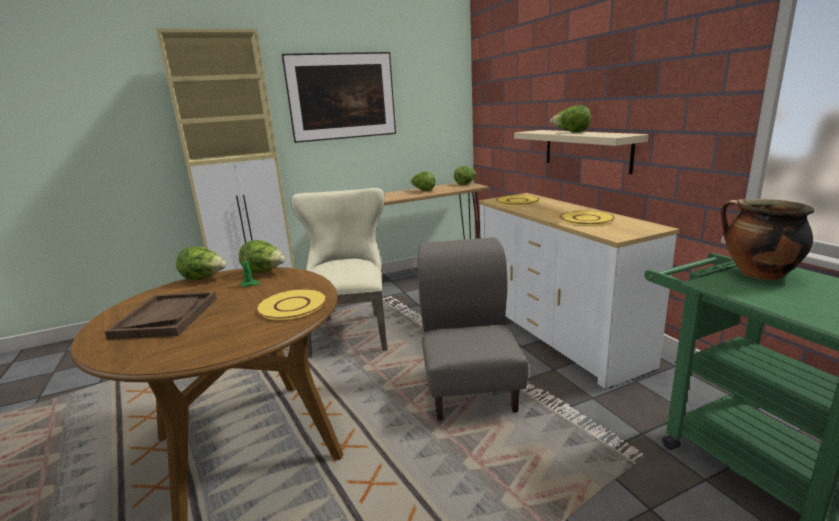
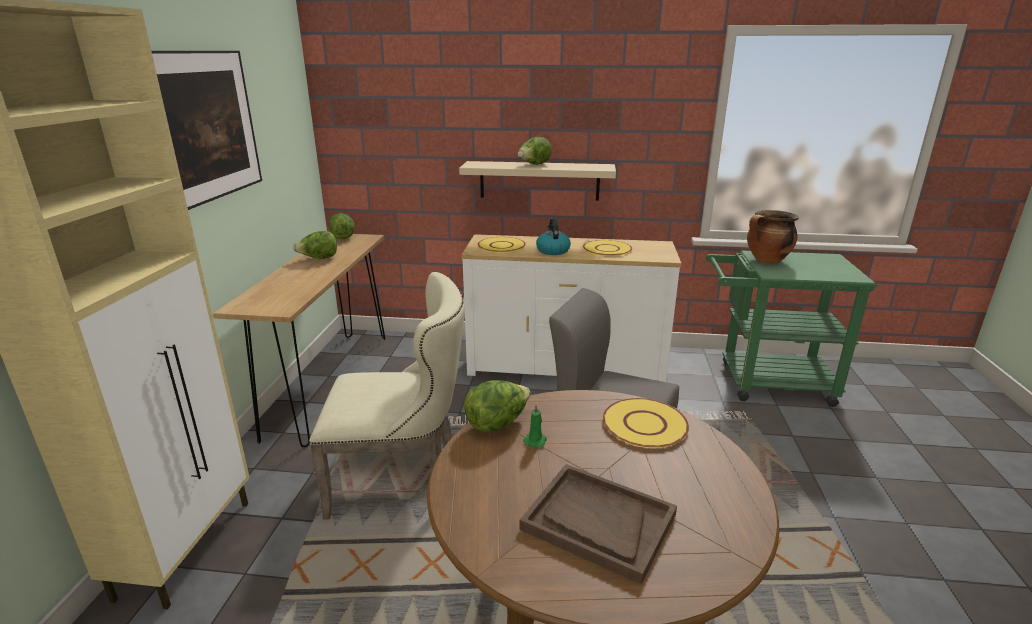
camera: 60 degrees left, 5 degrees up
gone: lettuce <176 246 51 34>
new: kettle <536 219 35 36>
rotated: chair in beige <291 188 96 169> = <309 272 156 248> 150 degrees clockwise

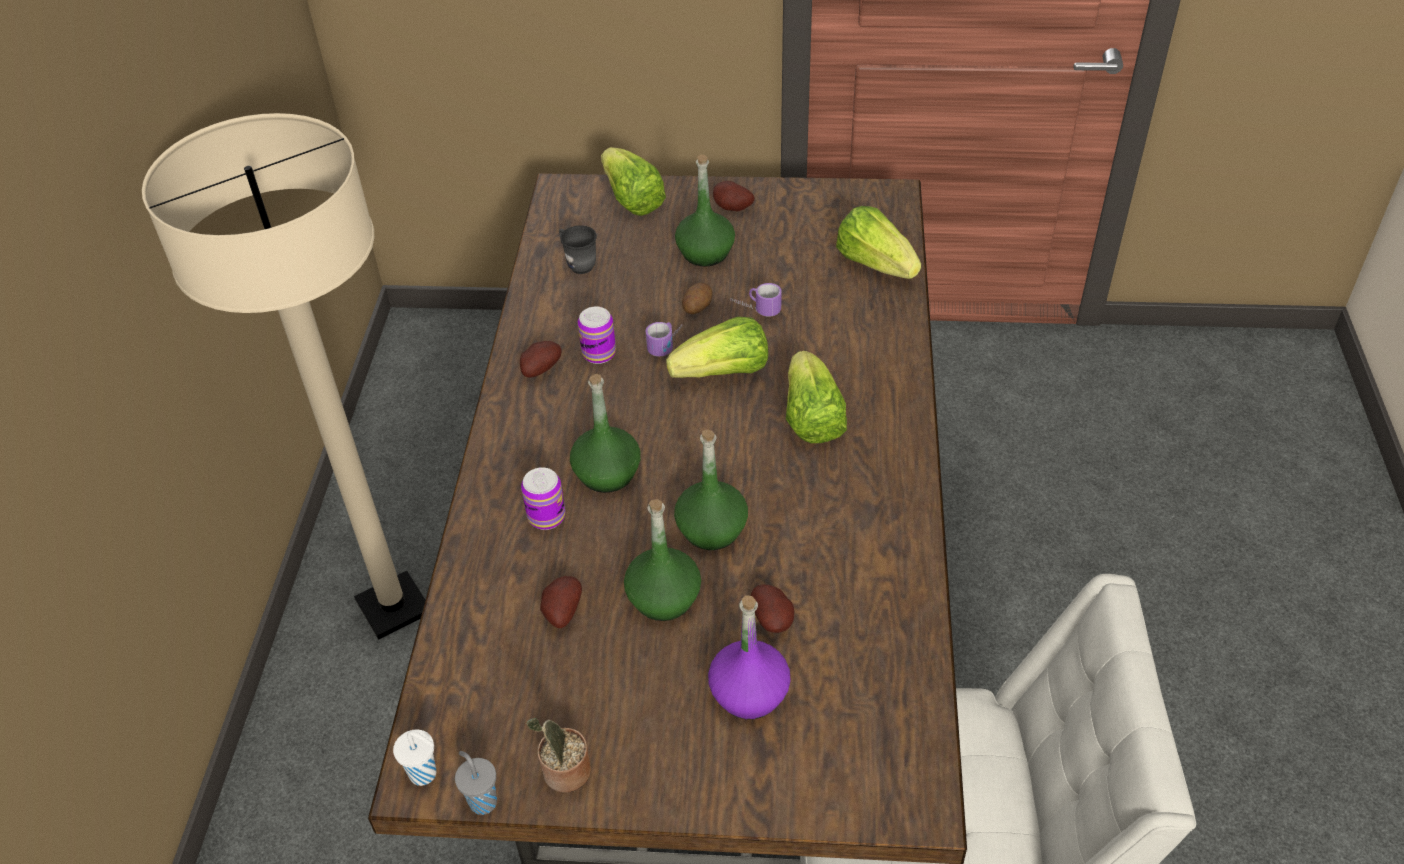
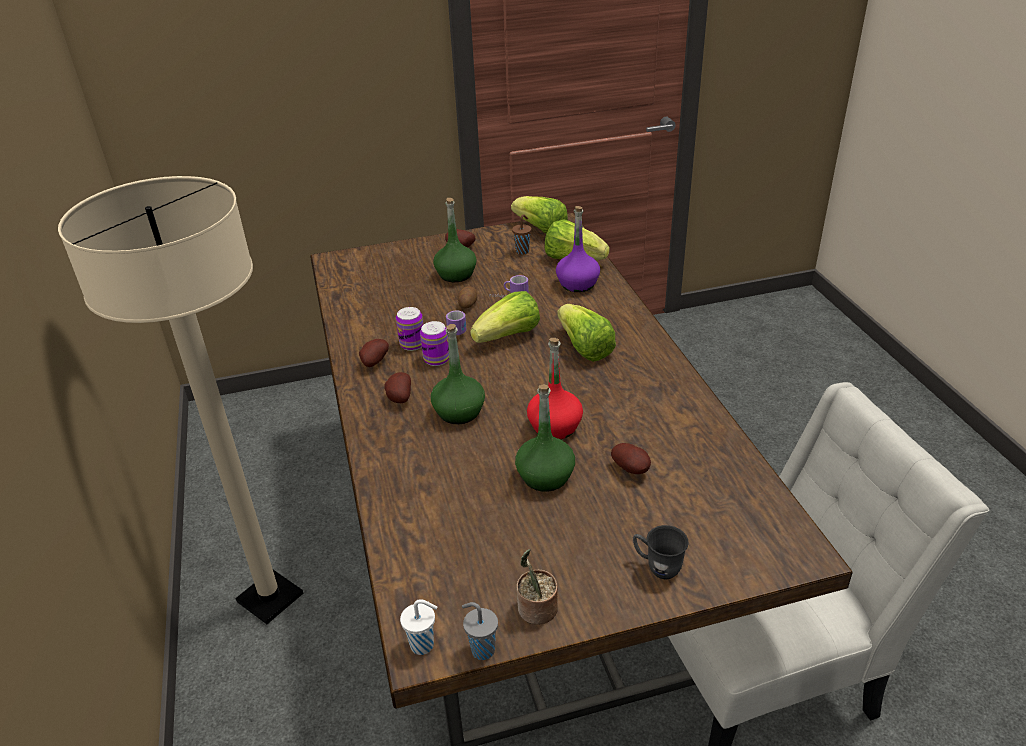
camera: 20 degrees left, 10 degrees down
new: cup in brown <512 214 19 41>
shifted: lettuce <601 147 65 69> to <511 196 57 37>; mug in grey <559 225 38 49> to <633 525 56 54>; can <521 467 44 63> to <420 321 29 45>; potato <540 576 42 52> to <384 372 27 31>; bottle in purple <708 595 83 124> to <556 206 44 86>
repainted: bottle in green <674 429 74 121> to bottle in red <527 338 56 101>

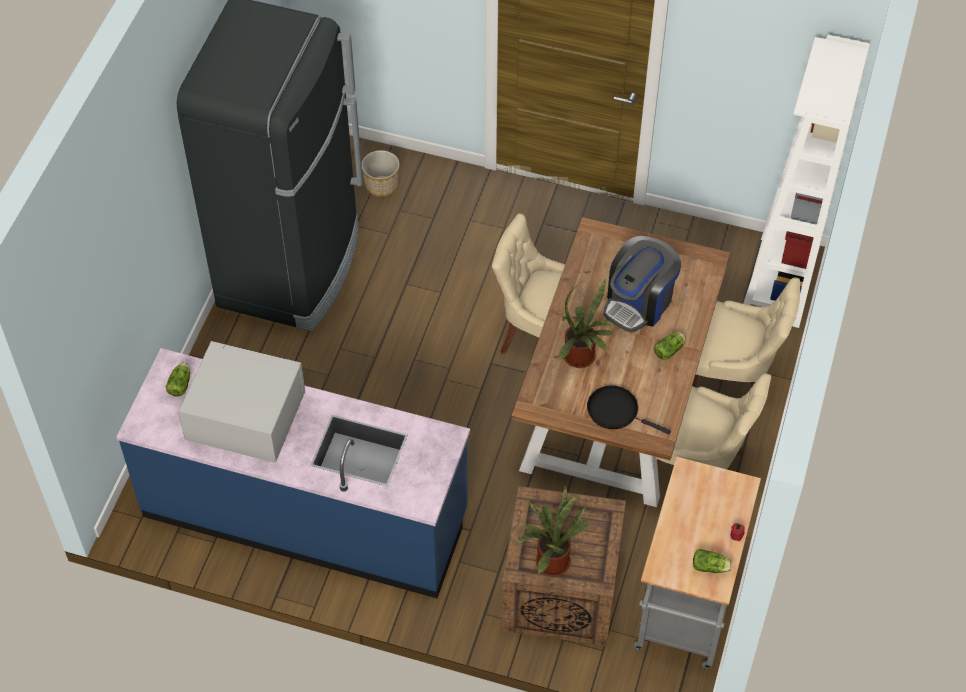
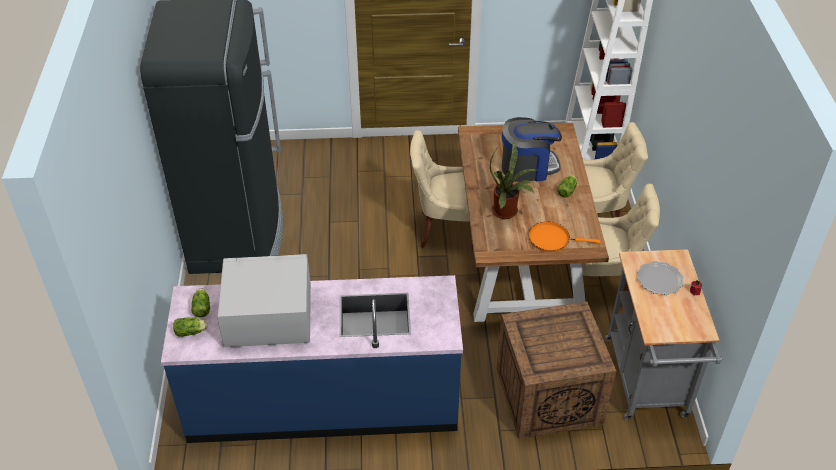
camera: 20 degrees left, 10 degrees down
gone: planter <362 150 37 47>; potted plant <514 486 77 91>
new: plate <638 261 45 34>
shifted: lettuce <693 549 39 24> to <173 318 34 19>
repainted: frying pan in black <587 385 84 50> to frying pan in orange <529 222 71 30>
rotated: coffee machine <603 236 78 96> = <502 117 60 65> 120 degrees counterclockwise

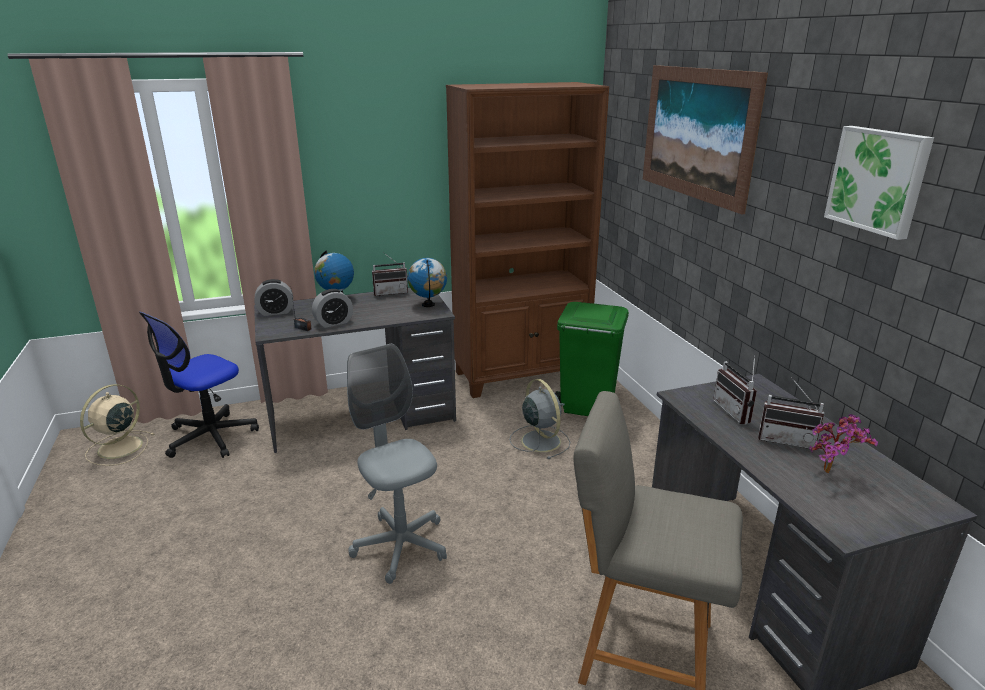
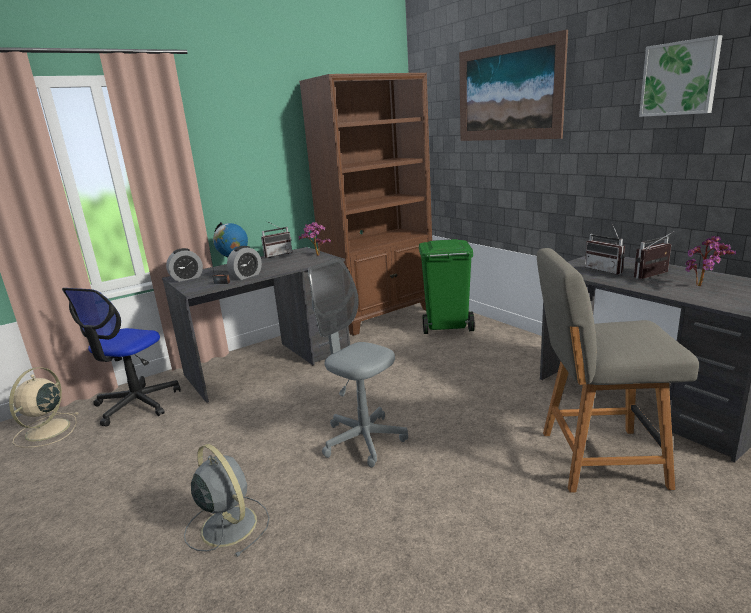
camera: 15 degrees left, 5 degrees down
shifted: fan in grey <510 379 60 80> to <184 444 86 113>
swapped: globe <407 258 40 49> to potted plant <299 222 32 34>
rotated: radio <758 377 66 72> = <634 231 40 48> 150 degrees clockwise

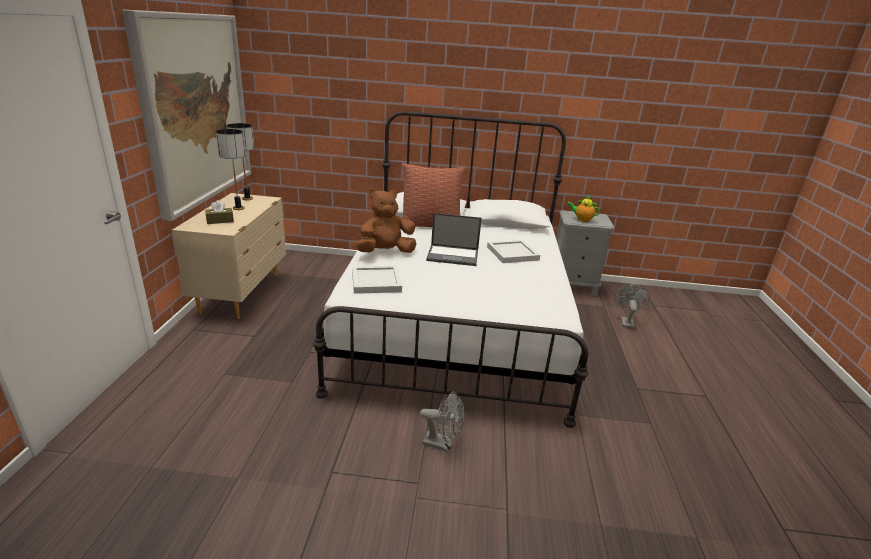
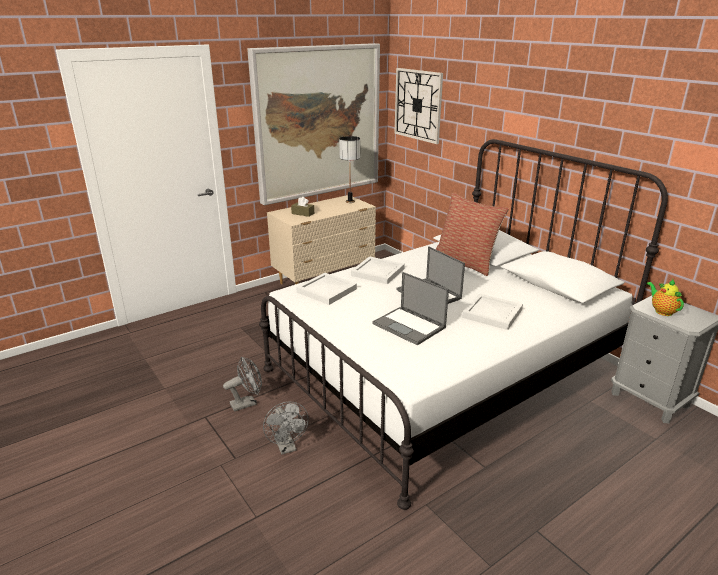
camera: 50 degrees right, 0 degrees up
gone: table lamp <216 129 30 81>
new: wall clock <394 68 49 76>; laptop <372 272 77 73>
shifted: fan in grey <615 284 35 45> to <223 357 39 55>
swapped: plush toy in brown <356 189 60 64> to tray in white <351 256 54 28>

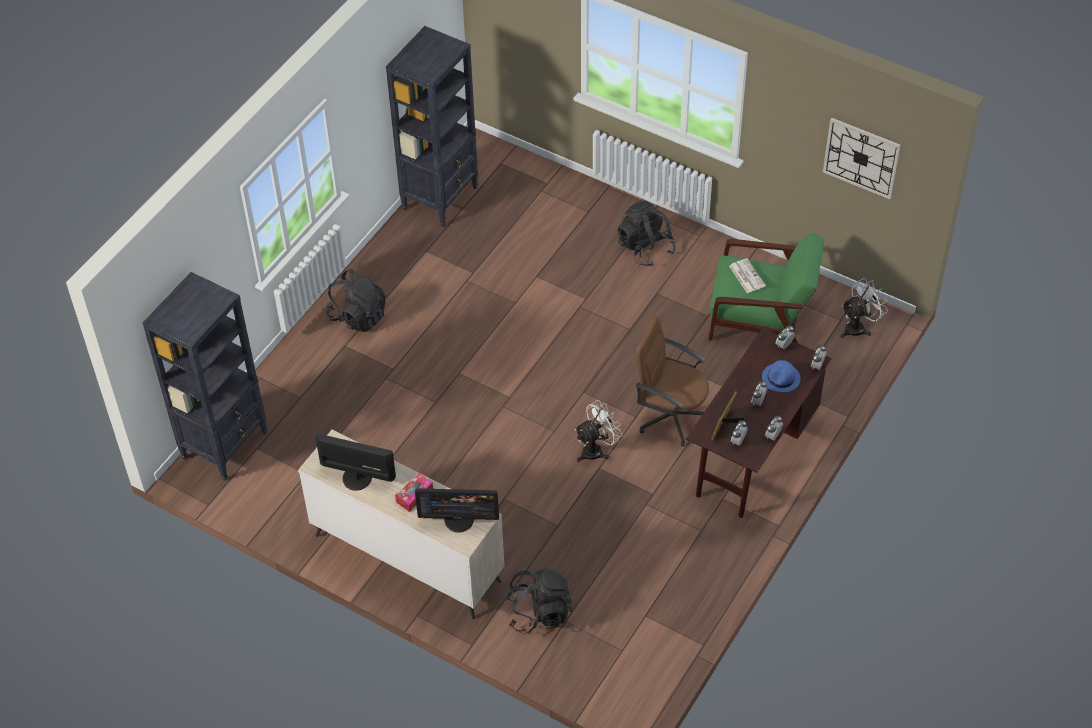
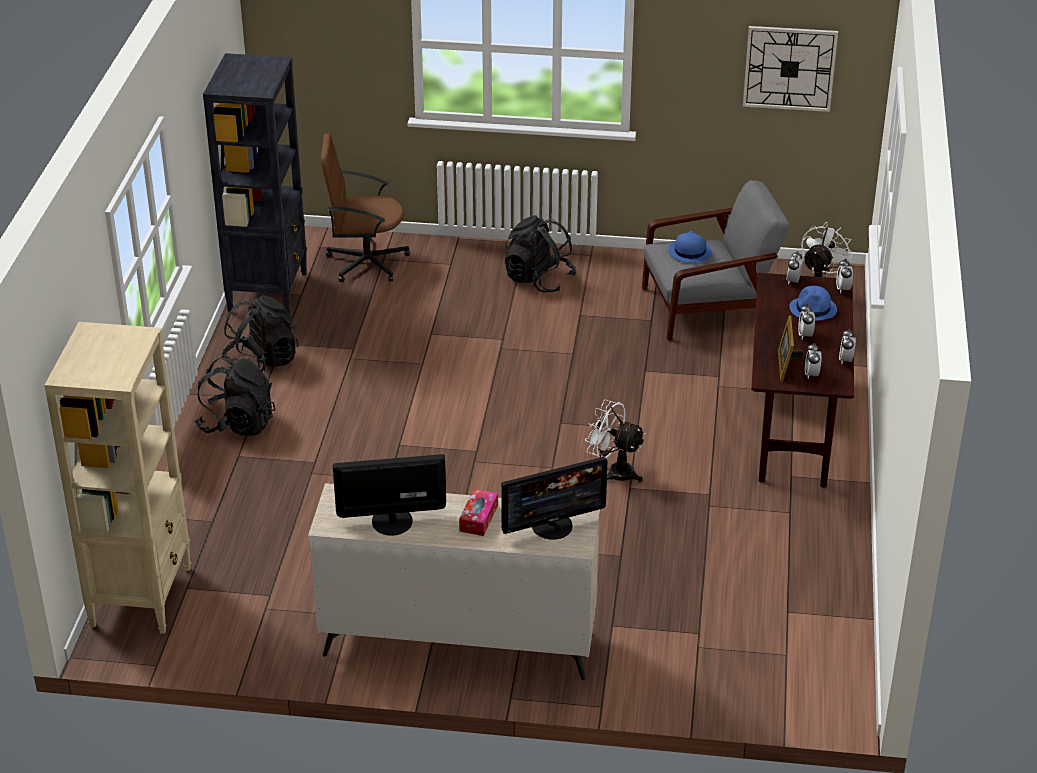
camera: 25 degrees left, 15 degrees down
shifted: office chair in brown <636 316 73 131> to <321 134 89 148>; backpack in black <507 568 65 66> to <222 295 77 77>
swapped: newspaper <729 258 37 35> to hat in blue <668 231 44 32>
repainted: armchair in green <708 233 116 111> to armchair in grey <642 180 148 161>; bookcase in black <143 272 125 209> to bookcase in beige <44 322 147 312>
rotated: fan in white <574 400 49 62> = <585 399 60 84> 90 degrees counterclockwise

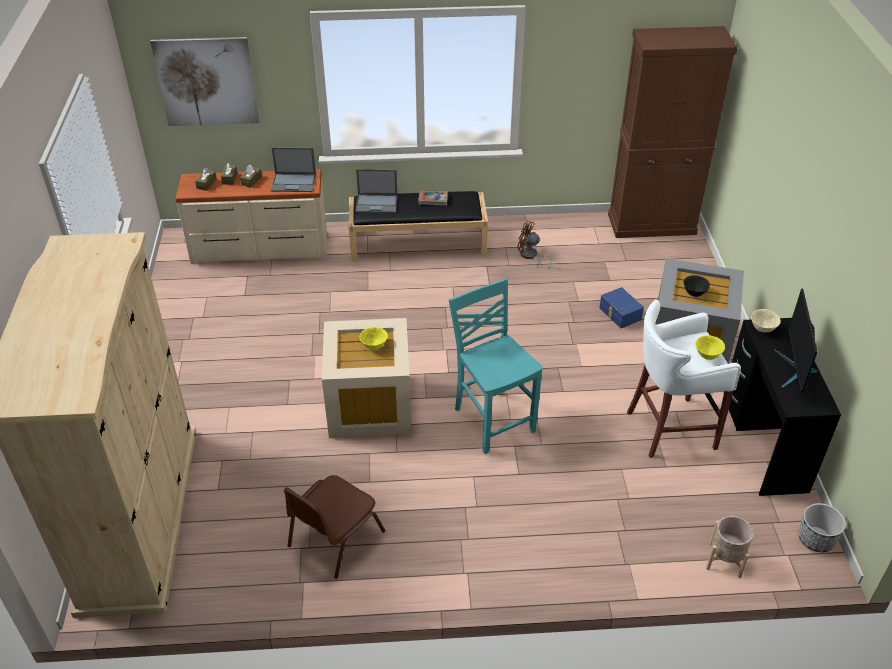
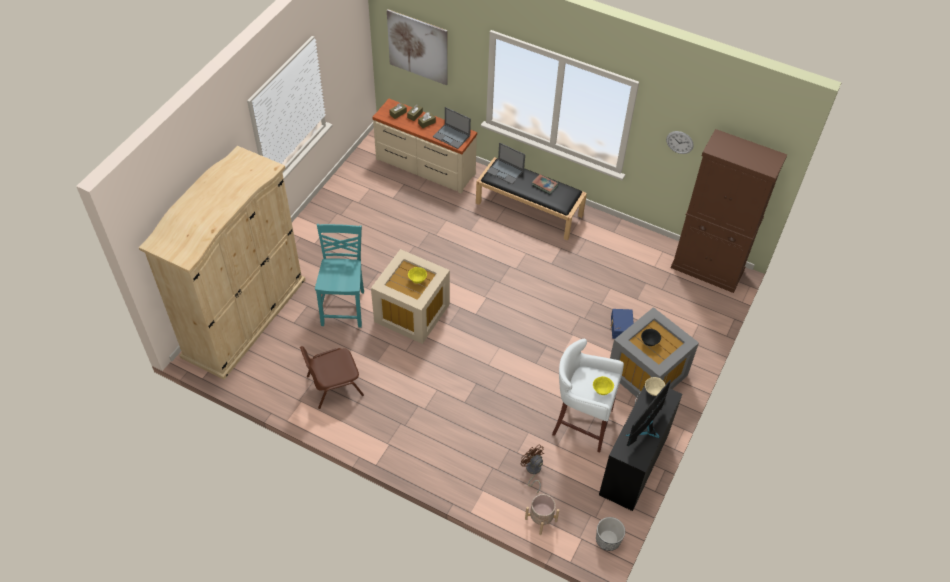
camera: 30 degrees right, 10 degrees up
new: wall clock <666 131 28 23>
shifted: fan in brown <518 221 33 48> to <520 444 24 49>; chair in turquoise <449 278 94 176> to <315 224 49 104>

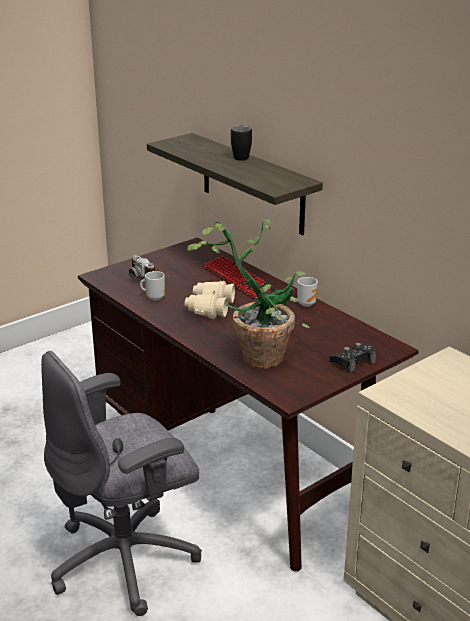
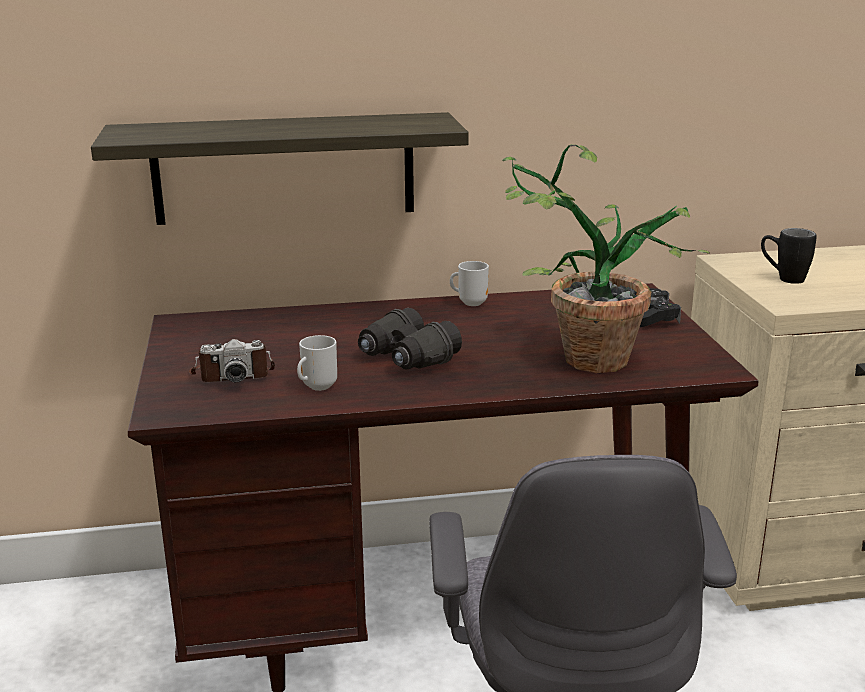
camera: 60 degrees left, 5 degrees down
gone: keyboard <202 255 75 45>
shifted: mug in black <231 126 21 35> to <761 228 56 56>
repainted: binoculars in beige <185 281 50 38> to binoculars in black <358 308 104 62>

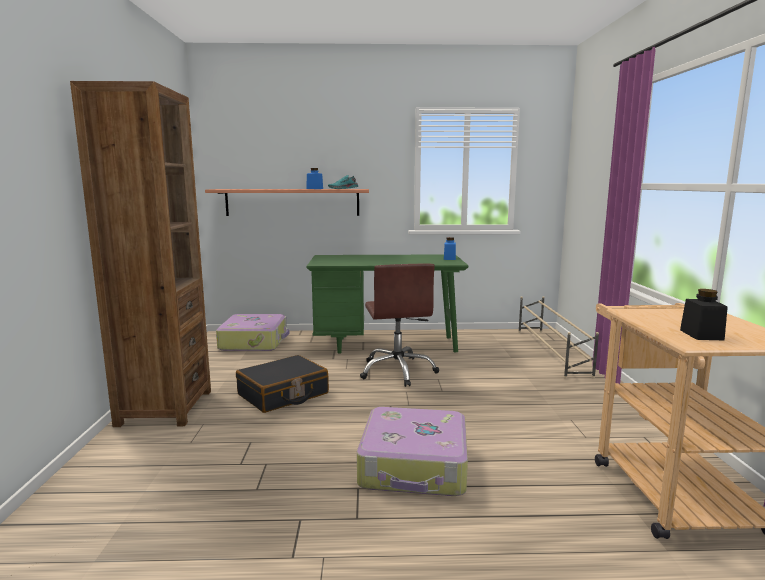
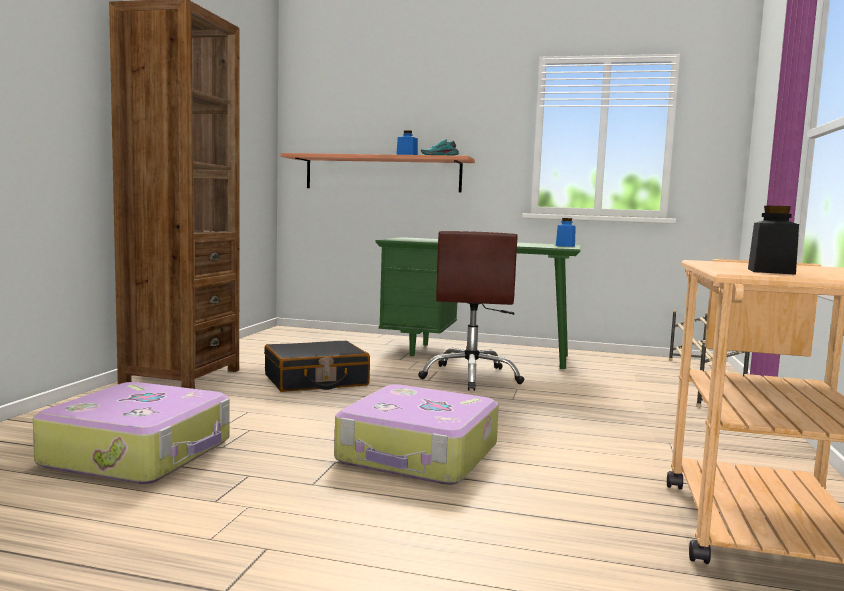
camera: 15 degrees right, 5 degrees down
shifted: suitcase <216 314 74 37> to <33 382 197 102>

